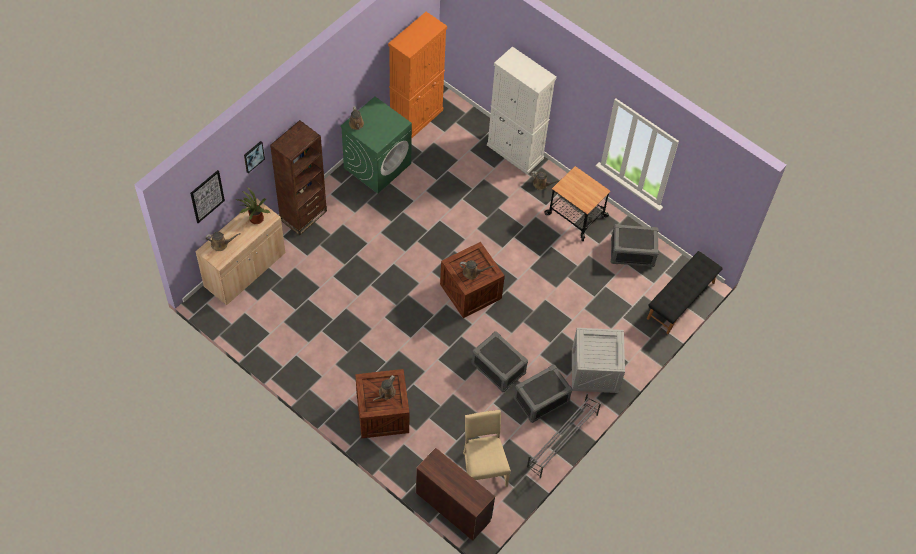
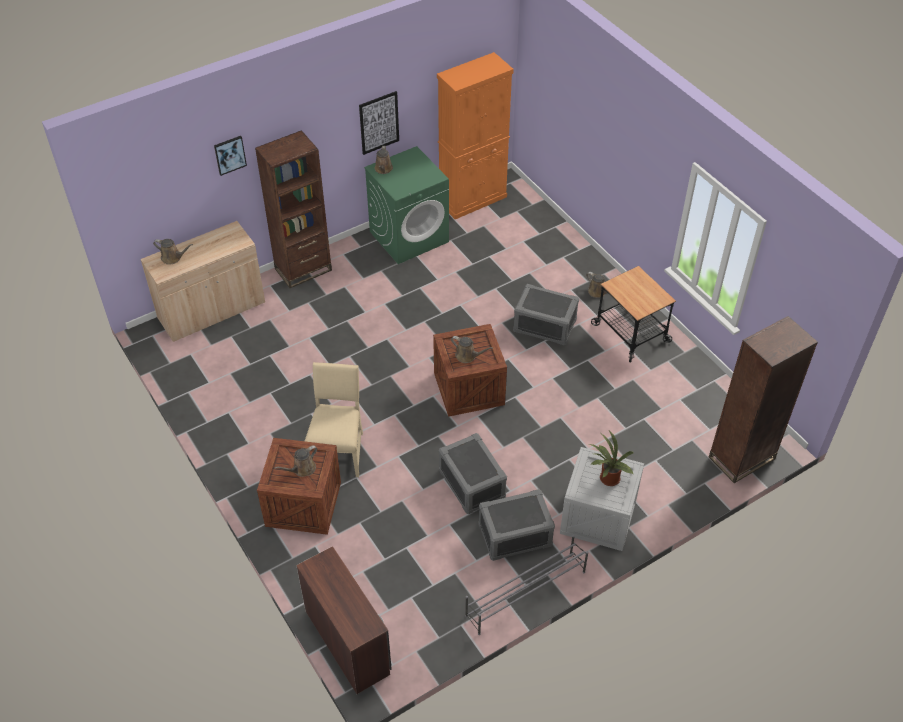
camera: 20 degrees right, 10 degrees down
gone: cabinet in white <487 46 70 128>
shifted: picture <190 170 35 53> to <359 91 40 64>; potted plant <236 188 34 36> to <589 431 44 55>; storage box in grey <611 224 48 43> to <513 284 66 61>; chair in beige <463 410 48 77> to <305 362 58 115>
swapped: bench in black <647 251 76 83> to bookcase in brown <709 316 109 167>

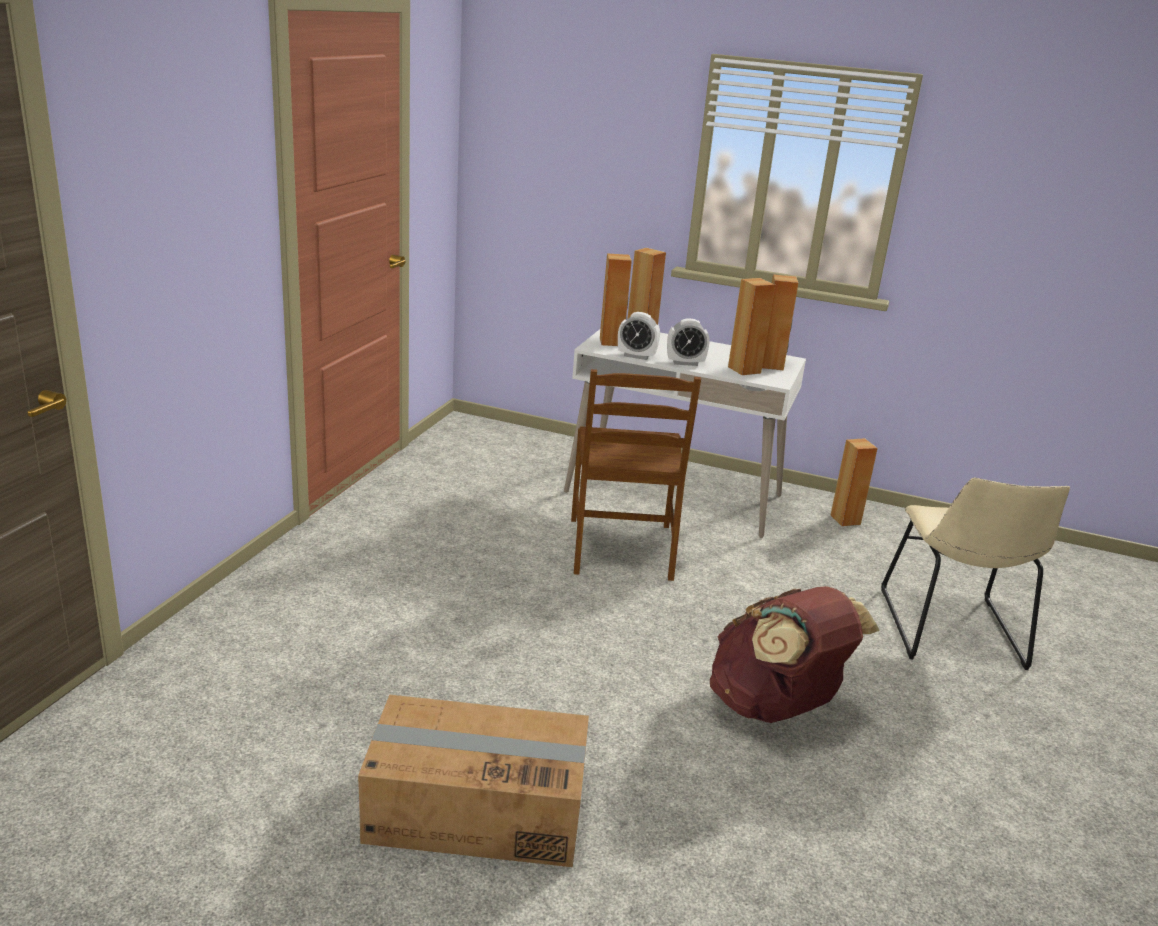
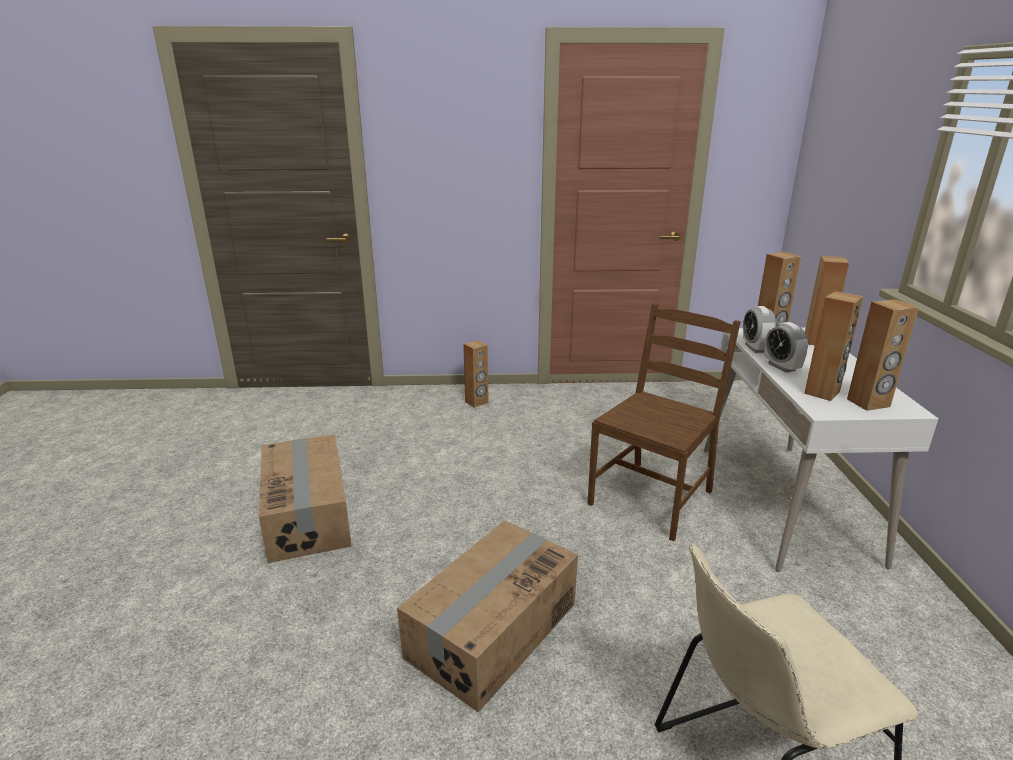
camera: 70 degrees right, 0 degrees up
shifted: speaker in brown <831 438 47 88> to <463 340 26 68>
swapped: backpack in brown <710 586 170 137> to cardboard box <397 520 181 193>
rotated: chair in brown <571 369 130 212> = <587 303 154 239> 150 degrees clockwise

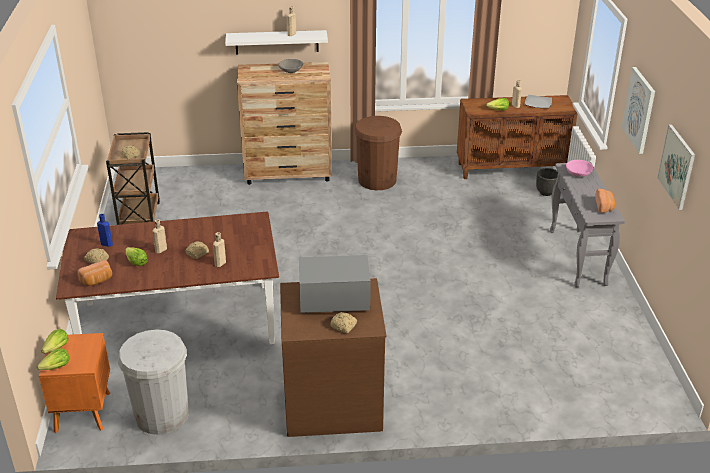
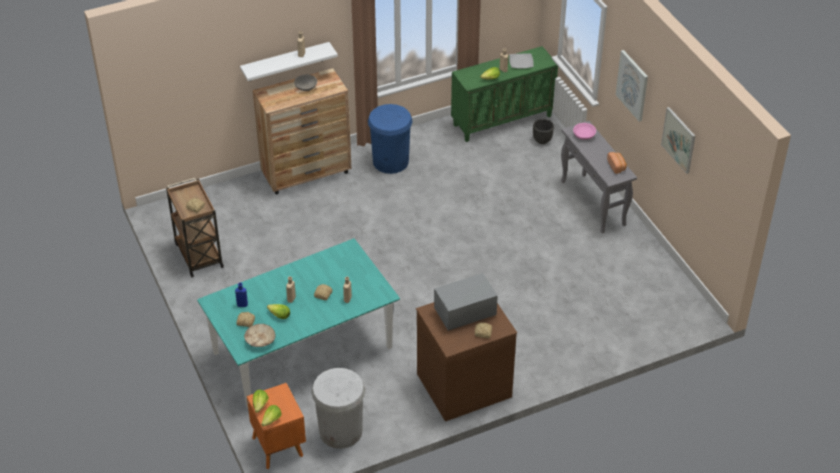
camera: 20 degrees left, 10 degrees up
swapped: bread <77 260 35 26> to bowl in beige <244 324 31 23>
repainted: cabinet in brown <457 95 120 84> to cabinet in green <451 46 107 96>; trash can in brown <354 116 48 74> to trash can in blue <368 104 45 70>; dining table in brown <56 211 223 133> to dining table in turquoise <197 238 203 170>

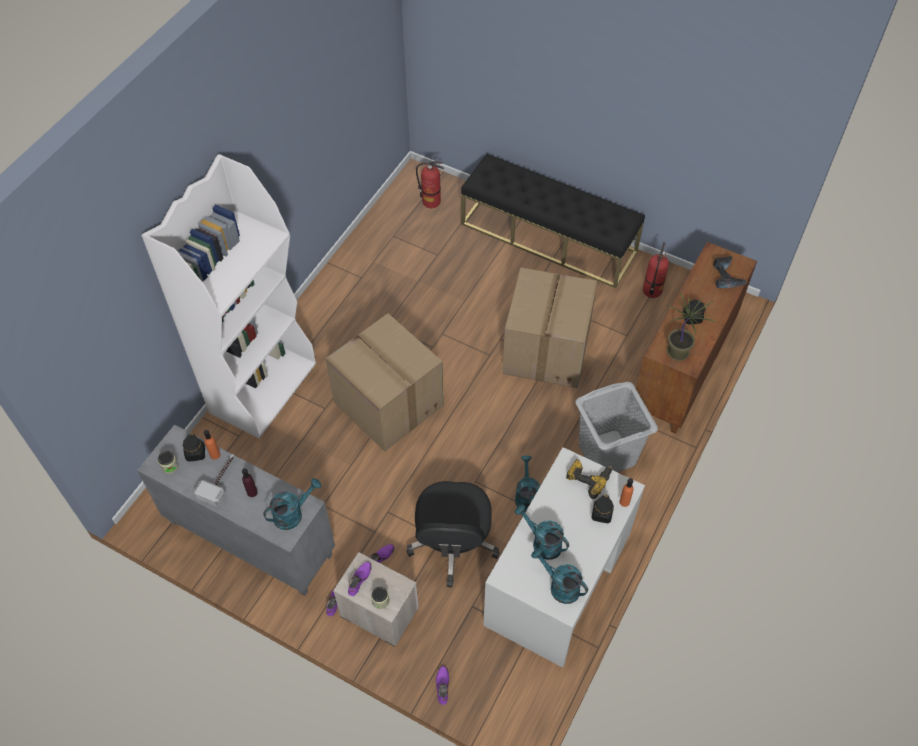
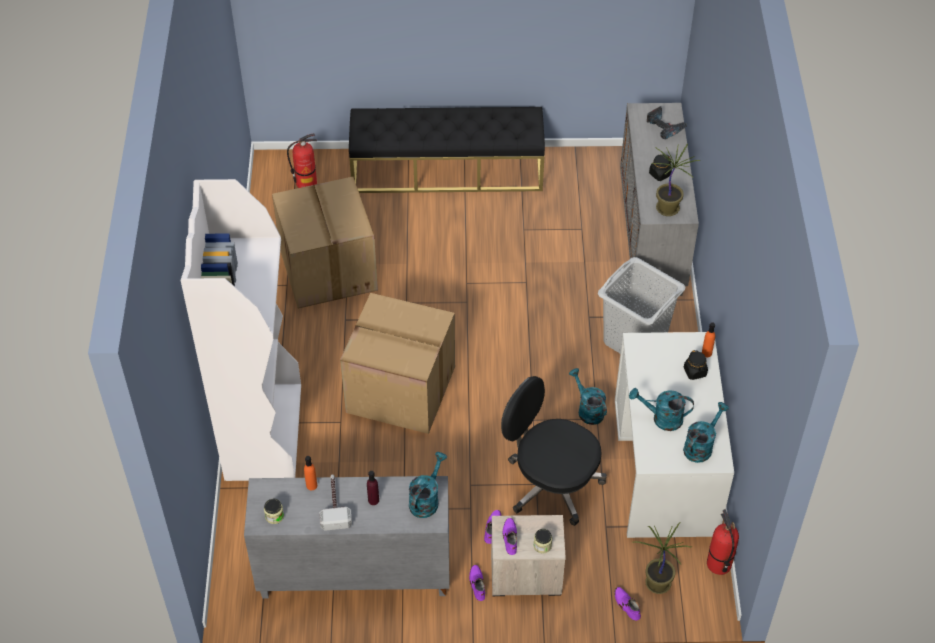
camera: 30 degrees left, 5 degrees down
gone: jar in black <183 434 22 28>; power drill <566 459 46 40>
new: potted plant <633 523 59 71>
shifted: fire extinguisher <643 242 26 56> to <707 509 32 66>; cardboard box <502 267 96 121> to <272 177 106 132>
repainted: cabinet in brown <636 242 121 192> to cabinet in grey <620 103 79 193>
rotated: office chair in black <406 481 94 107> = <501 376 106 150> 150 degrees clockwise; watering can in turquoise <531 548 57 56> = <683 402 46 61> 120 degrees clockwise

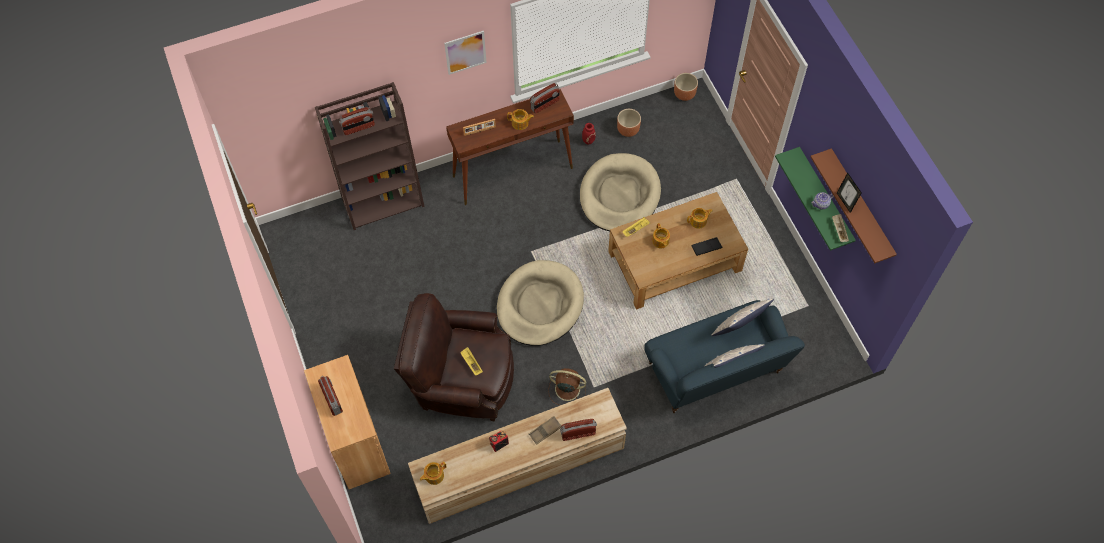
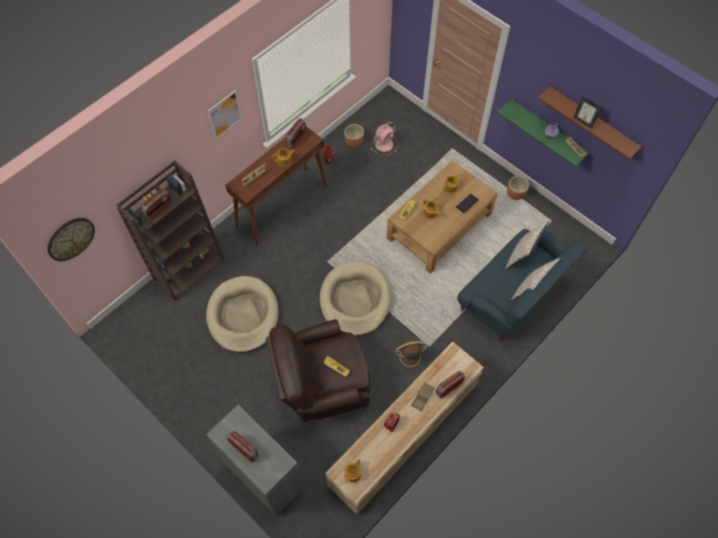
camera: 25 degrees left, 0 degrees up
new: fan in pink <370 122 28 33>; wall clock <48 218 47 43>
shifted: planter in brown <674 73 24 28> to <507 176 22 24>; dog bed in beige <580 153 81 78> to <206 276 73 76>
repainted: cabinet in brown <304 355 87 134> to cabinet in grey <206 404 98 112>

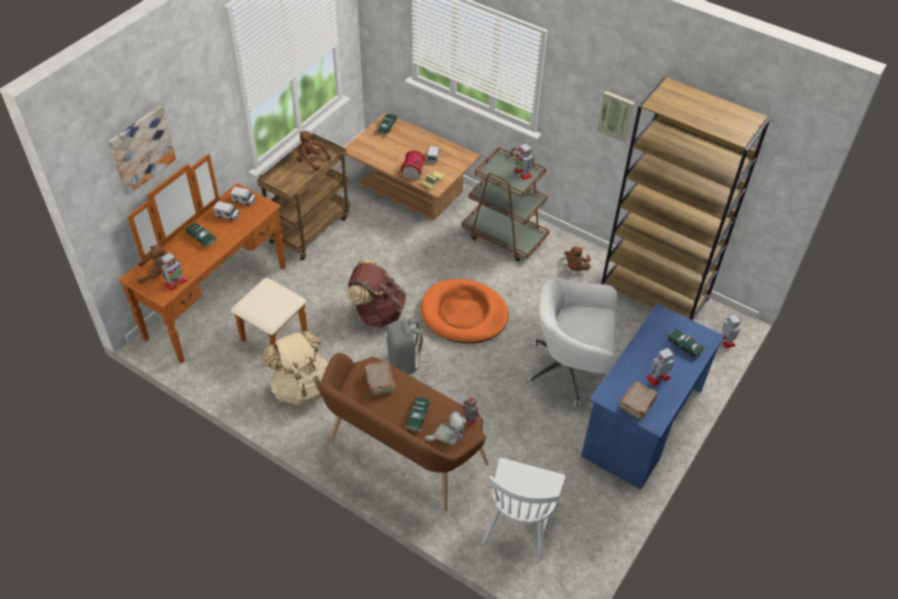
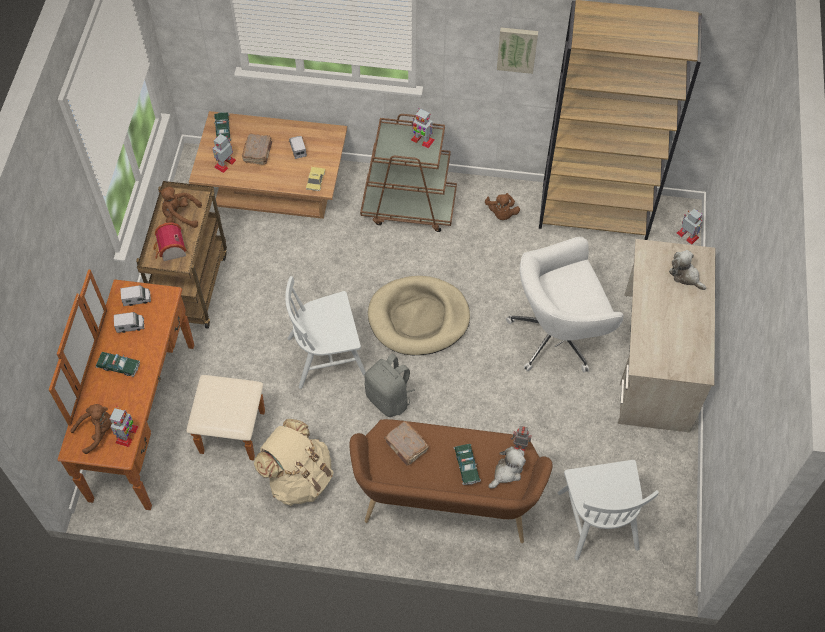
camera: 25 degrees left, 10 degrees up
gone: picture <108 105 68 91>
shifted: toy house <399 150 26 30> to <154 222 33 39>; toy robot <646 348 28 38> to <213 134 23 39>; book in brown <620 381 37 38> to <242 133 30 32>
swapped: backpack in brown <347 260 59 68> to chair in white <285 276 81 113>; toy car <666 329 39 30> to plush toy <669 250 37 40>
repainted: dog bed in orange <421 279 88 64> to dog bed in beige <368 276 102 79>; desk in blue <581 304 143 185> to desk in beige <618 239 98 194>

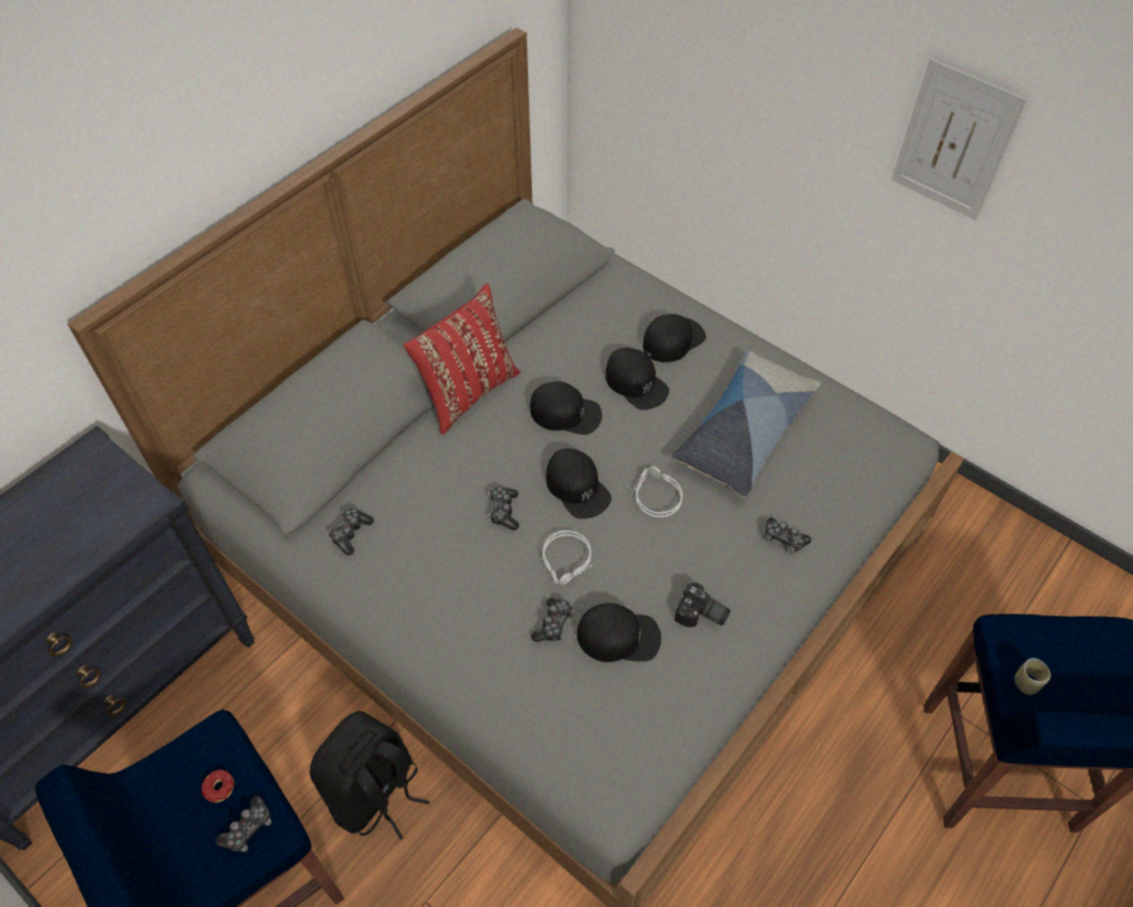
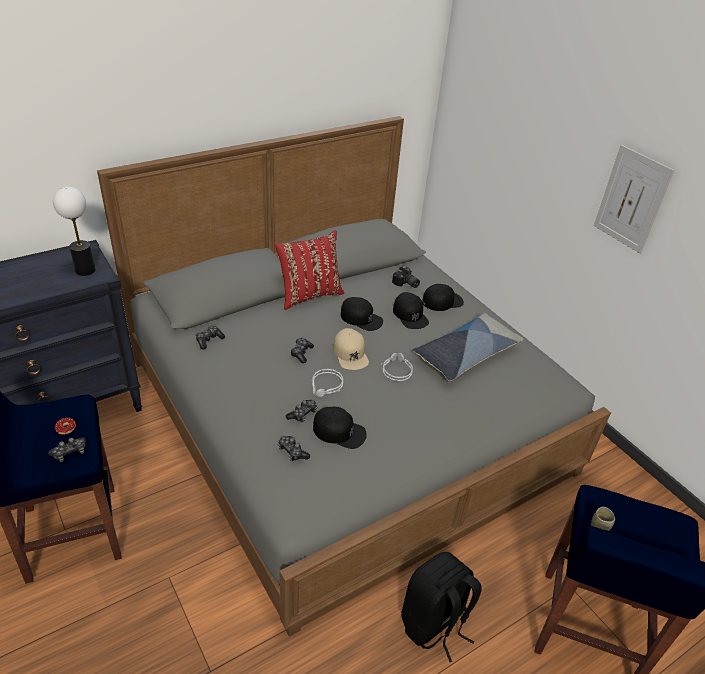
camera: 15 degrees right, 15 degrees down
new: table lamp <53 187 43 89>
shifted: game controller <765 518 46 36> to <278 436 32 25>; photo camera <674 582 57 45> to <392 266 28 22>; backpack in black <310 711 120 129> to <401 552 80 110>
repainted: cap in black <546 448 65 71> to cap in beige <333 328 36 42>

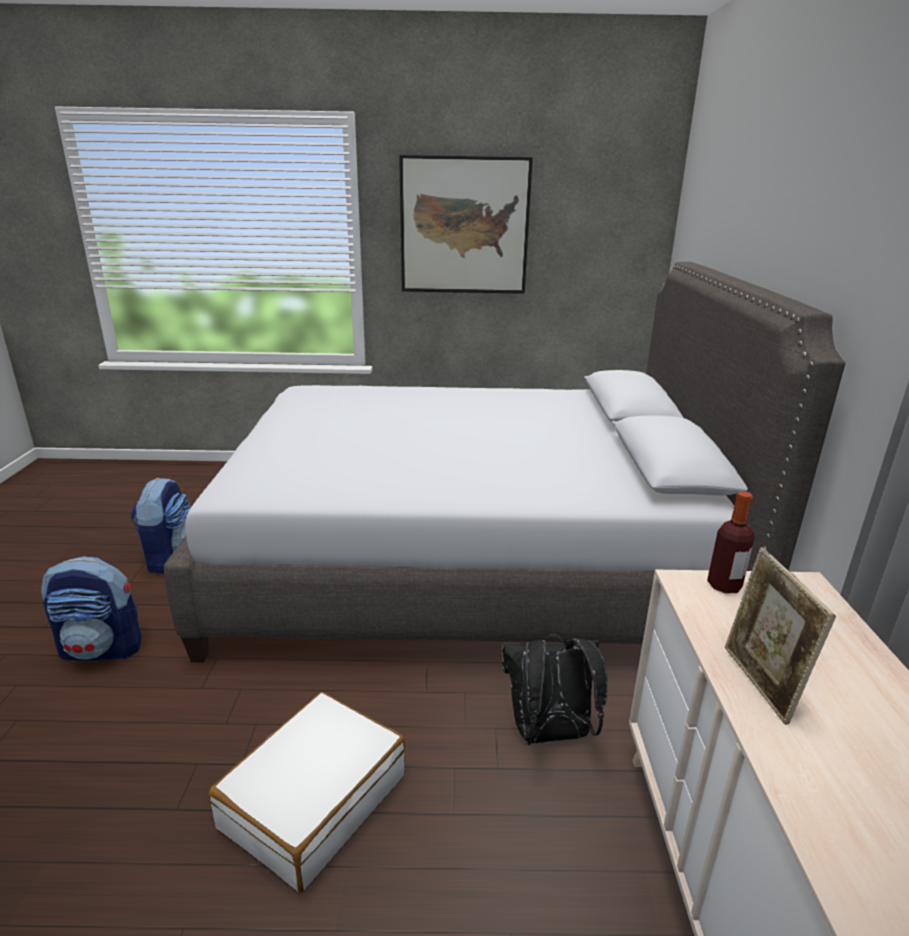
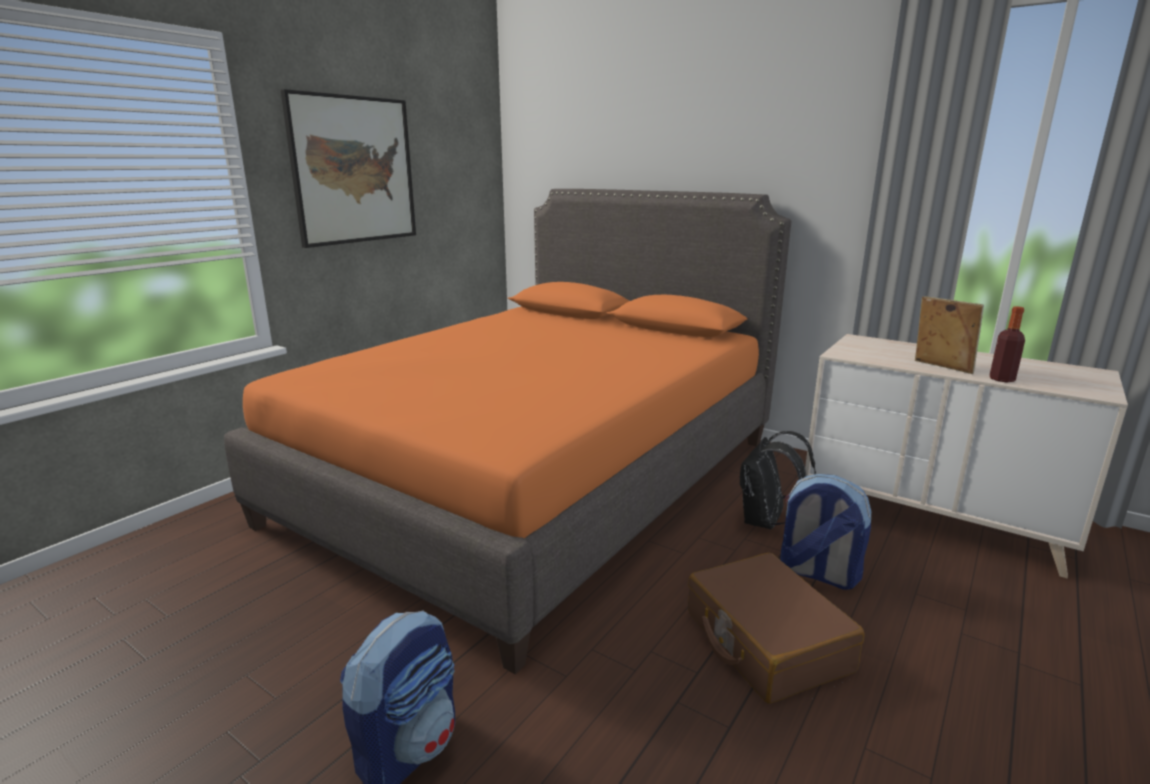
camera: 55 degrees left, 5 degrees down
shifted: backpack <131 478 60 96> to <780 474 91 116>; bottle <707 491 48 103> to <990 306 35 76>
repainted: bed in grey <164 262 681 400> to bed in orange <224 189 568 485>; suitcase in white <209 692 196 201> to suitcase in brown <688 552 177 152>
rotated: picture frame <725 547 111 178> = <915 296 69 78> 150 degrees counterclockwise

